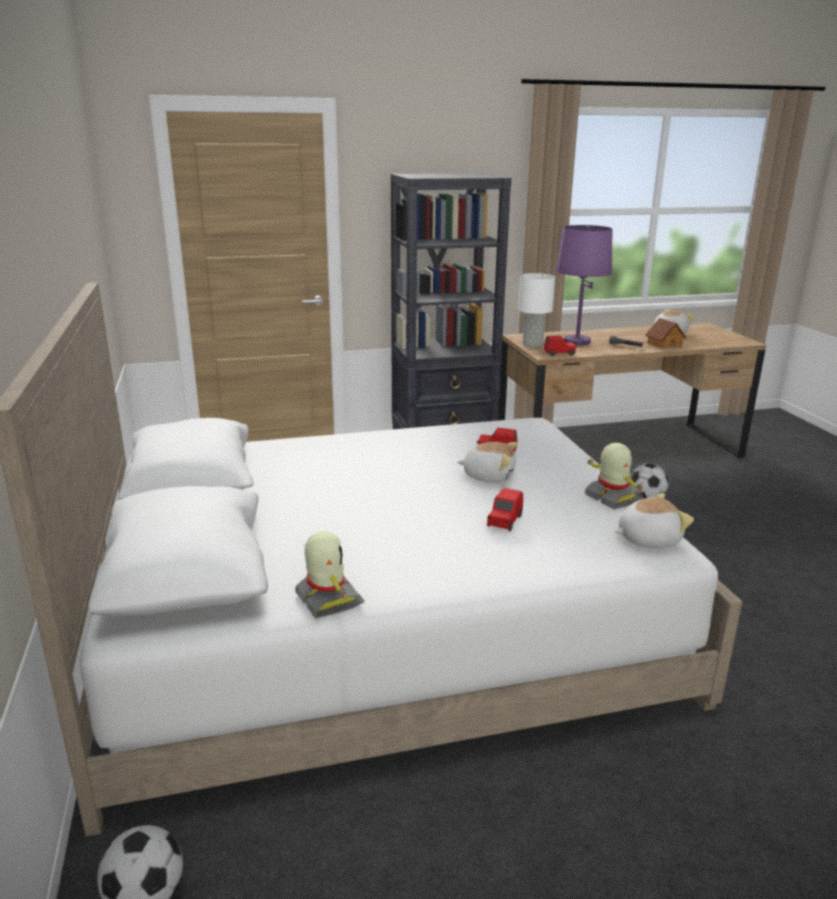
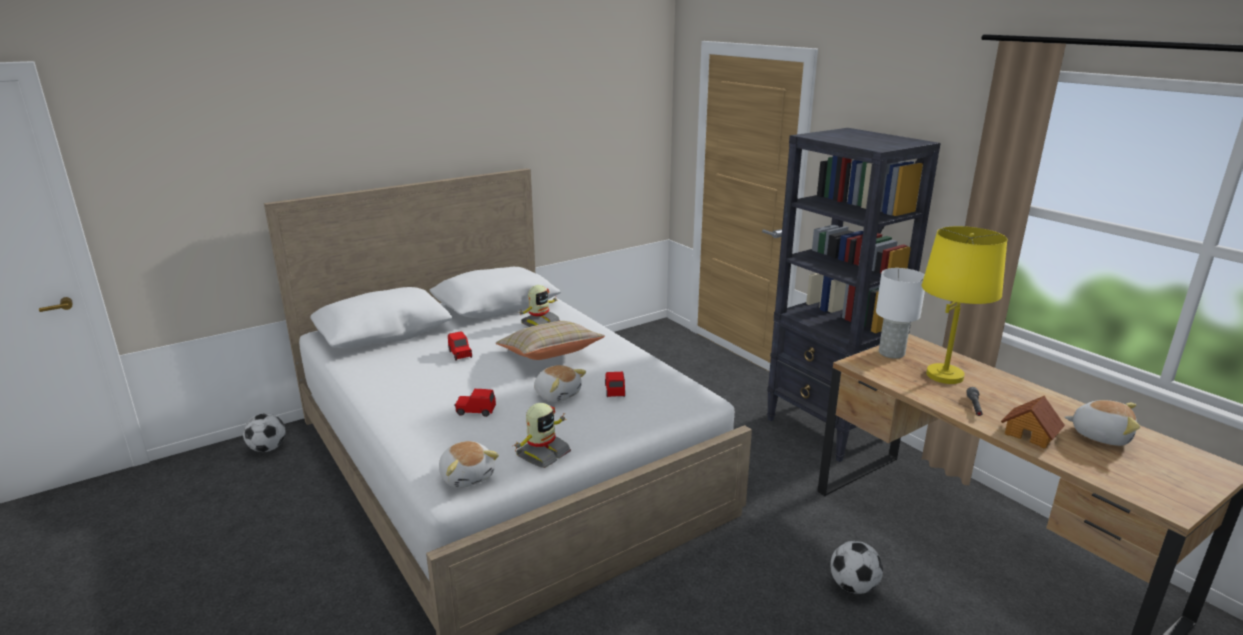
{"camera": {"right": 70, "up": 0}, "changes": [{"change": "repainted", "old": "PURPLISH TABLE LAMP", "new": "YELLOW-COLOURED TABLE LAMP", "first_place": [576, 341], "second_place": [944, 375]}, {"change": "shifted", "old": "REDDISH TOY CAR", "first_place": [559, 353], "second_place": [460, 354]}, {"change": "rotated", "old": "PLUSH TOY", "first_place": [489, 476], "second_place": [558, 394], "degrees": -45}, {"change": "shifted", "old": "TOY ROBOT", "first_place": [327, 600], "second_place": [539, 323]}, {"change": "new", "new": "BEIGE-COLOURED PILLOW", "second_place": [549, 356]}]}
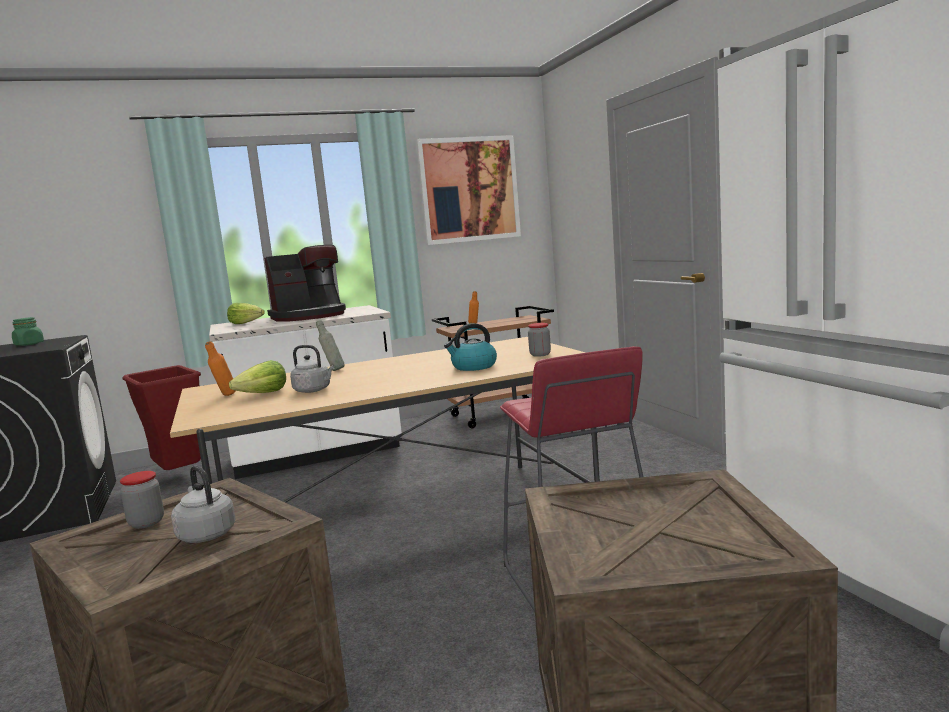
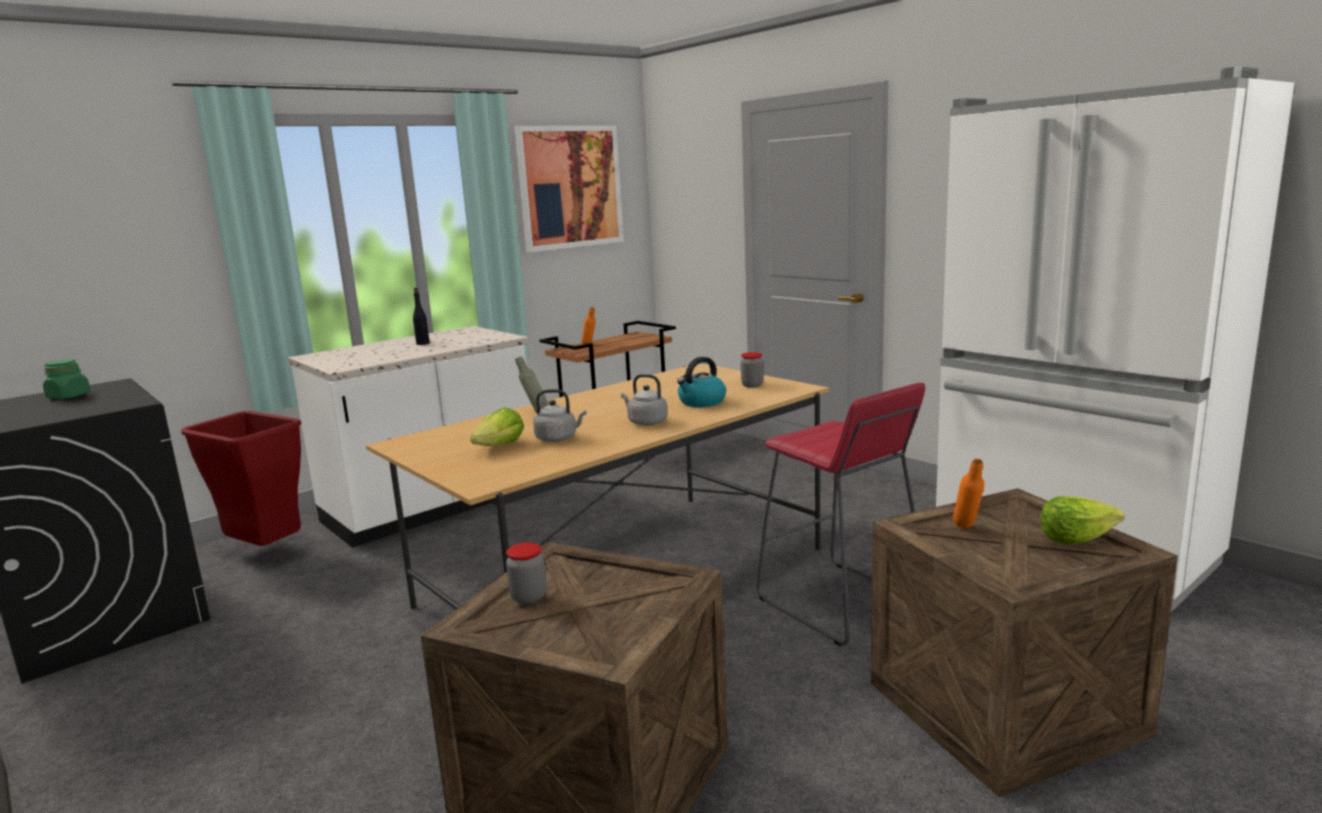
{"camera": {"right": -20, "up": 5}, "changes": [{"change": "swapped", "old": "COFFEE MAKER", "new": "BLACK BOTTLE", "first_place": [309, 316], "second_place": [423, 343]}, {"change": "shifted", "old": "HEAD OF LETTUCE", "first_place": [246, 323], "second_place": [1076, 538]}, {"change": "shifted", "old": "ORANGEY BOTTLE", "first_place": [225, 396], "second_place": [967, 530]}, {"change": "shifted", "old": "GRAY KETTLE", "first_place": [205, 534], "second_place": [645, 422]}]}
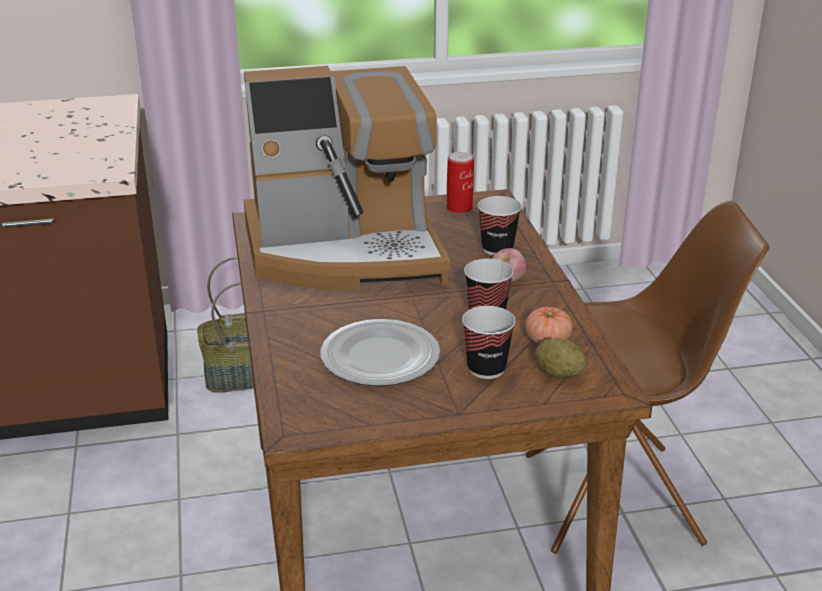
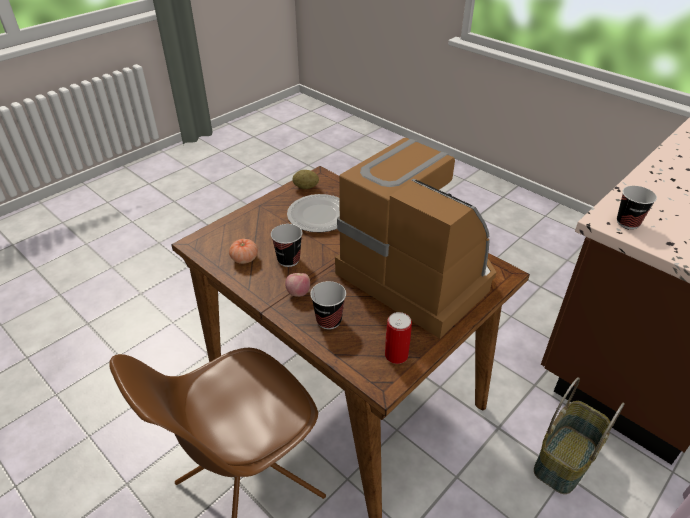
{"camera": {"right": 145, "up": 10}, "changes": [{"change": "rotated", "old": "COFFEE MAKER", "first_place": [346, 251], "second_place": [418, 272], "degrees": 90}, {"change": "shifted", "old": "SMALL CUP", "first_place": [486, 368], "second_place": [628, 222]}, {"change": "shifted", "old": "SPUD", "first_place": [559, 374], "second_place": [306, 187]}]}
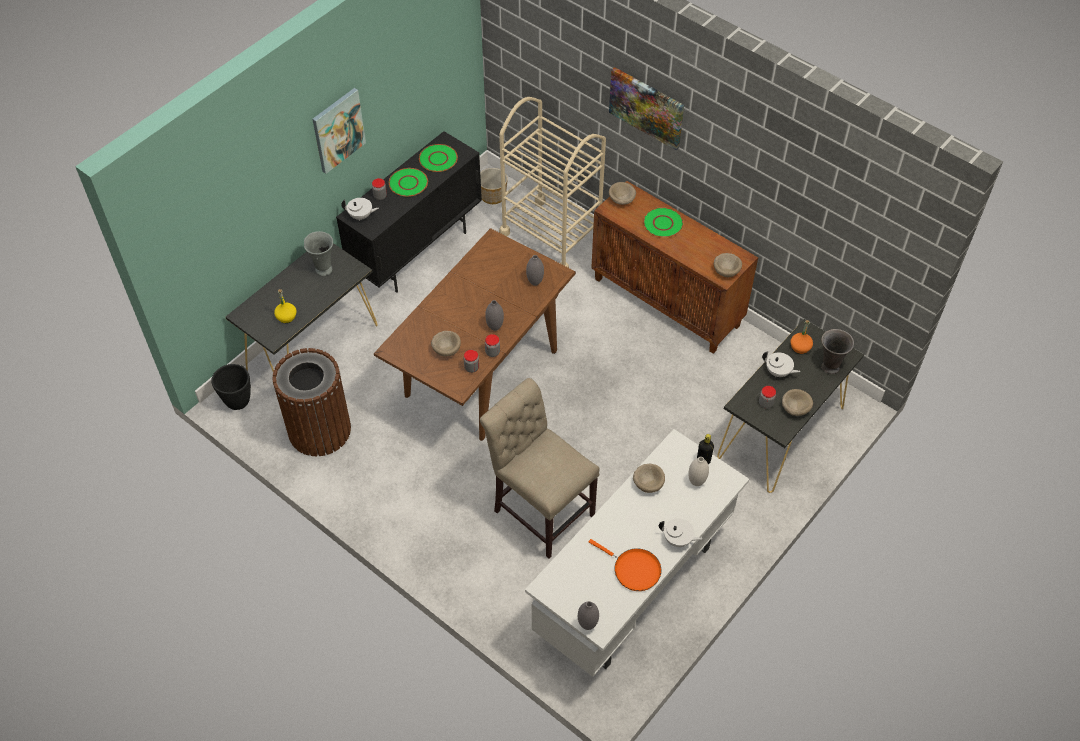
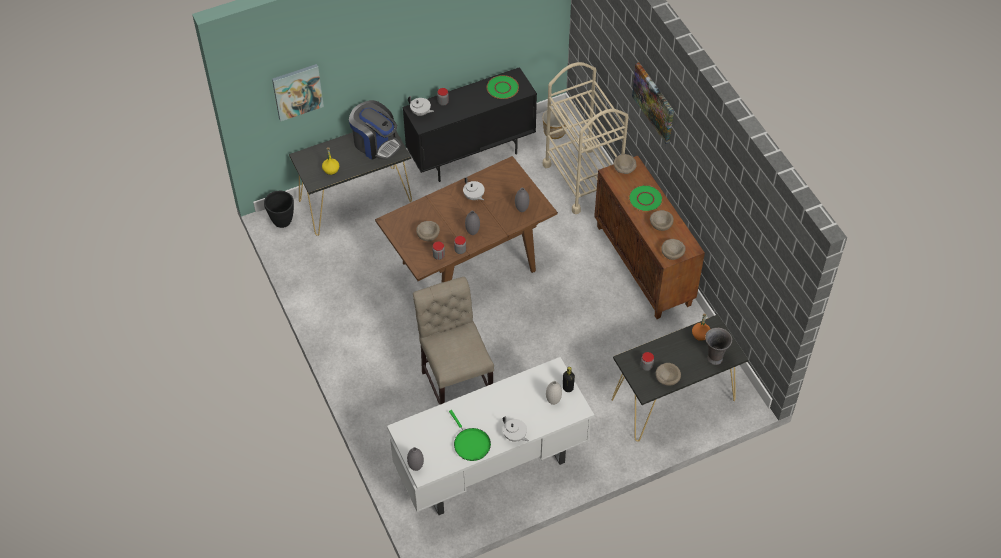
{"camera": {"right": 25, "up": 0}, "changes": [{"change": "shifted", "old": "PICTURE", "first_place": [338, 130], "second_place": [297, 91]}, {"change": "gone", "old": "GREENISH DINNER PLATE", "first_place": [408, 183]}, {"change": "swapped", "old": "GRAY FLOWER VASE", "new": "COFFEE MAKER", "first_place": [323, 269], "second_place": [376, 143]}, {"change": "gone", "old": "BROWNISH RUBBISH BIN", "first_place": [319, 430]}, {"change": "shifted", "old": "WHITE-COLOURED POT FOR TEA", "first_place": [778, 372], "second_place": [474, 197]}, {"change": "shifted", "old": "BEIGE-COLOURED DEEP DISH", "first_place": [648, 483], "second_place": [661, 225]}, {"change": "repainted", "old": "ORANGEY FRYING PAN", "new": "GREENISH FRYING PAN", "first_place": [633, 569], "second_place": [470, 443]}]}
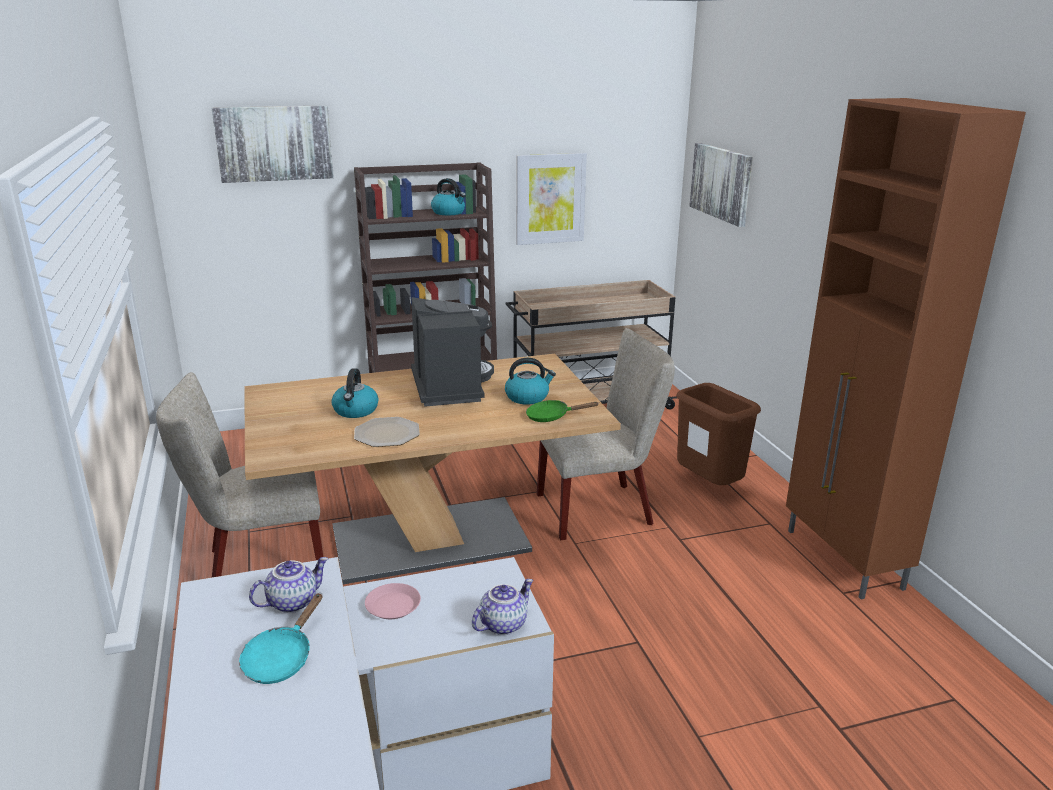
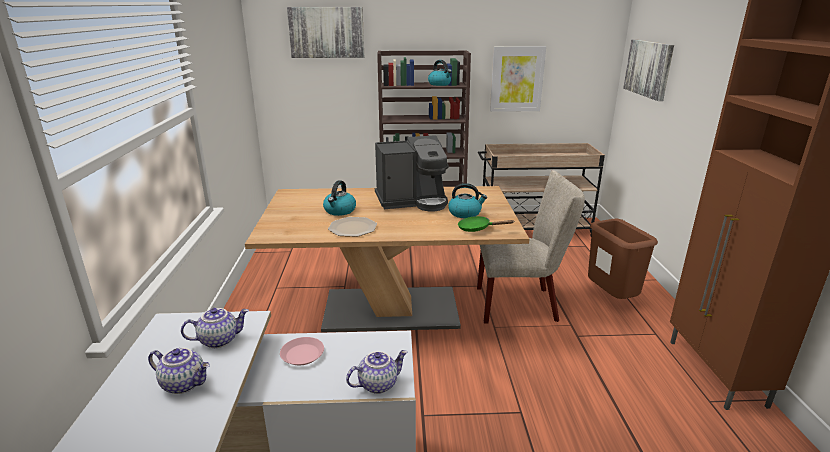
{"camera": {"right": 15, "up": 0}, "changes": [{"change": "rotated", "old": "COFFEE MAKER", "first_place": [450, 386], "second_place": [412, 201], "degrees": 75}, {"change": "gone", "old": "BEIGE-COLOURED CHAIR", "first_place": [258, 567]}, {"change": "swapped", "old": "TURQUOISE FRYING PAN", "new": "POT FOR TEA", "first_place": [281, 658], "second_place": [185, 383]}]}
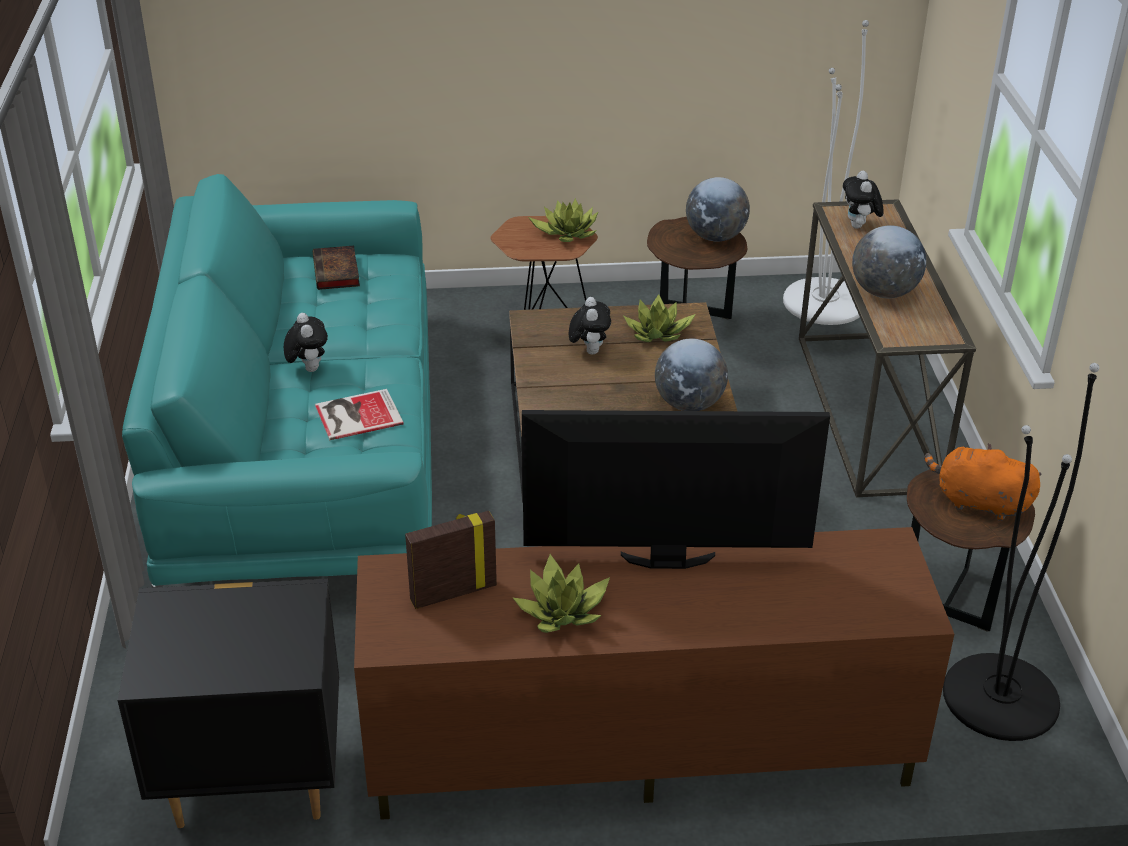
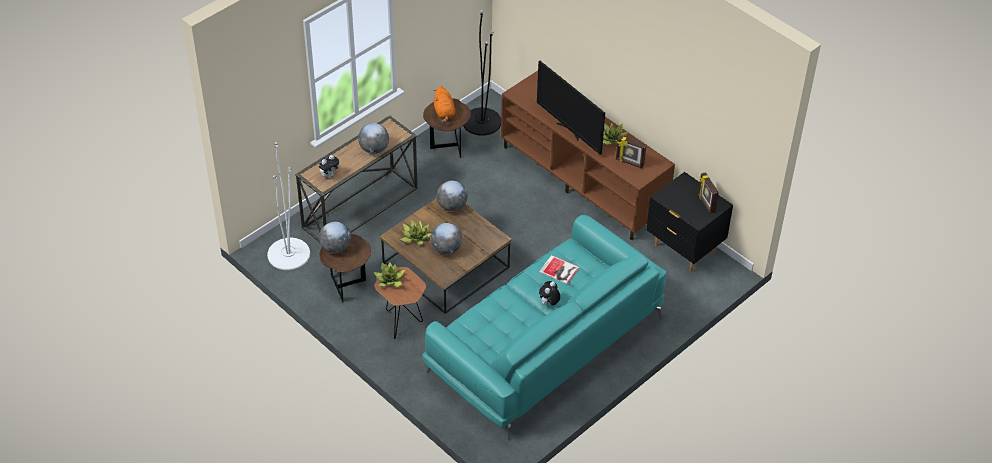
{"camera": {"right": -130, "up": 10}, "changes": [{"change": "gone", "old": "VOLUME", "first_place": [337, 272]}, {"change": "swapped", "old": "PLUSH TOY", "new": "DESK GLOBE", "first_place": [589, 350], "second_place": [446, 249]}, {"change": "new", "new": "PICTURE FRAME", "second_place": [705, 204]}]}
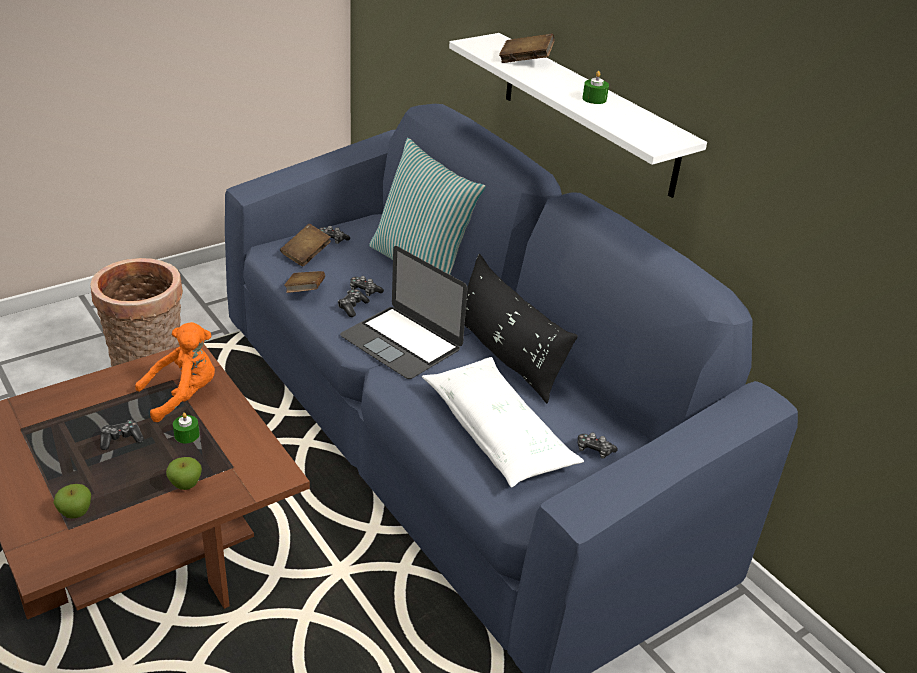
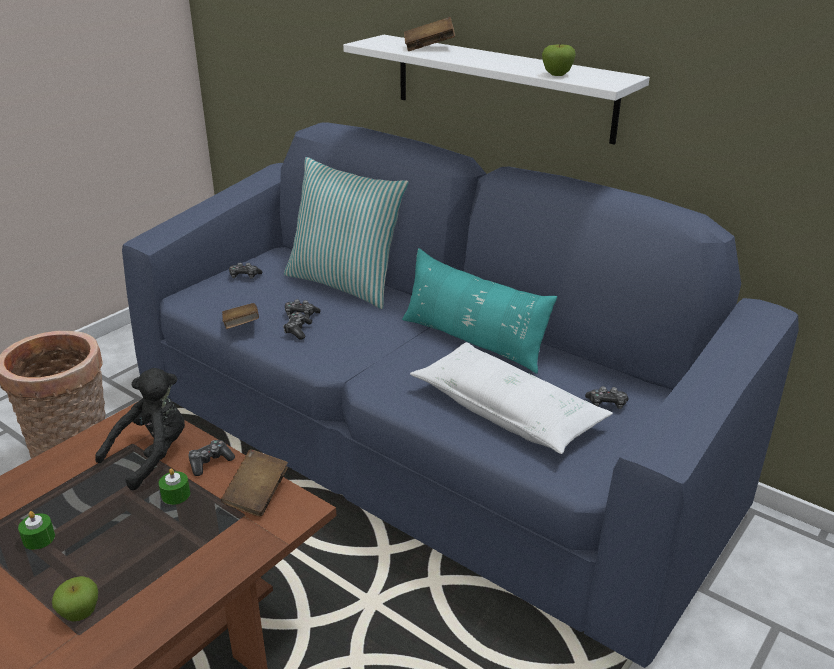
{"camera": {"right": -15, "up": -5}, "changes": [{"change": "shifted", "old": "GREENISH CANDLE", "first_place": [594, 99], "second_place": [39, 538]}, {"change": "shifted", "old": "BROWNISH VOLUME", "first_place": [306, 255], "second_place": [257, 495]}, {"change": "gone", "old": "PORTABLE COMPUTER", "first_place": [401, 342]}, {"change": "repainted", "old": "BLACK PILLOW", "new": "TURQUOISE PILLOW", "first_place": [506, 355], "second_place": [472, 341]}, {"change": "repainted", "old": "ORANGEY PLUSH TOY", "new": "BLACK PLUSH TOY", "first_place": [183, 395], "second_place": [152, 456]}, {"change": "shifted", "old": "JOYPAD", "first_place": [121, 439], "second_place": [210, 462]}, {"change": "shifted", "old": "WHOLE APPLE", "first_place": [185, 485], "second_place": [557, 74]}]}
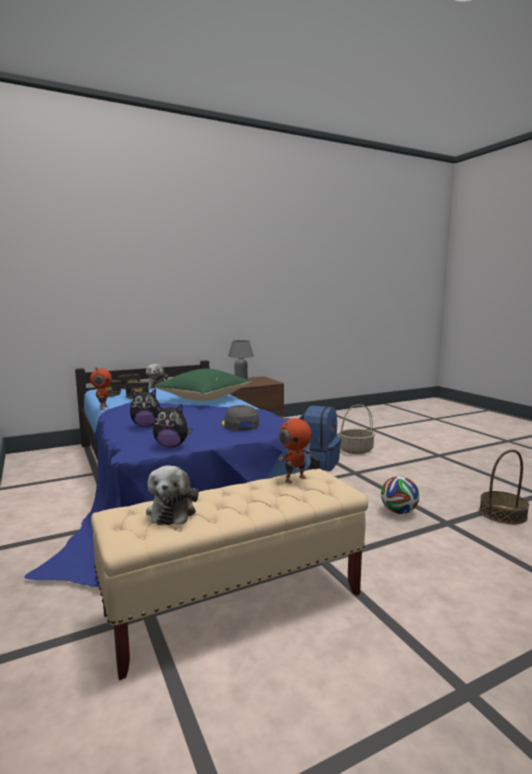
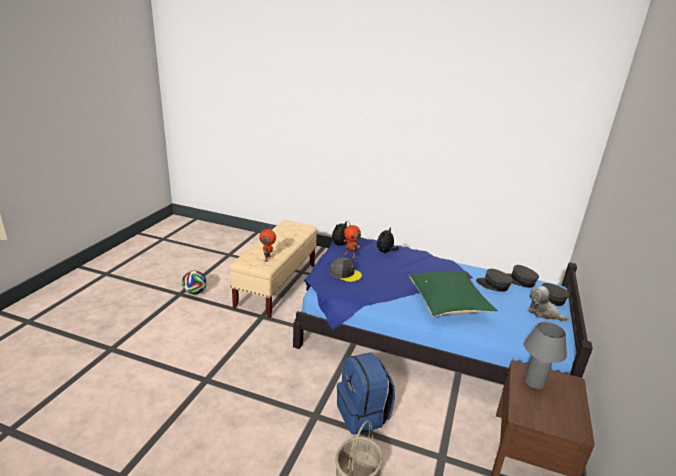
{"camera": {"right": 135, "up": 15}, "changes": [{"change": "shifted", "old": "TOY ROBOT", "first_place": [103, 407], "second_place": [350, 255]}, {"change": "gone", "old": "BASKET", "first_place": [502, 514]}, {"change": "gone", "old": "PLUSH TOY", "first_place": [172, 511]}, {"change": "shifted", "old": "FOOTBALL", "first_place": [398, 512], "second_place": [195, 292]}]}
